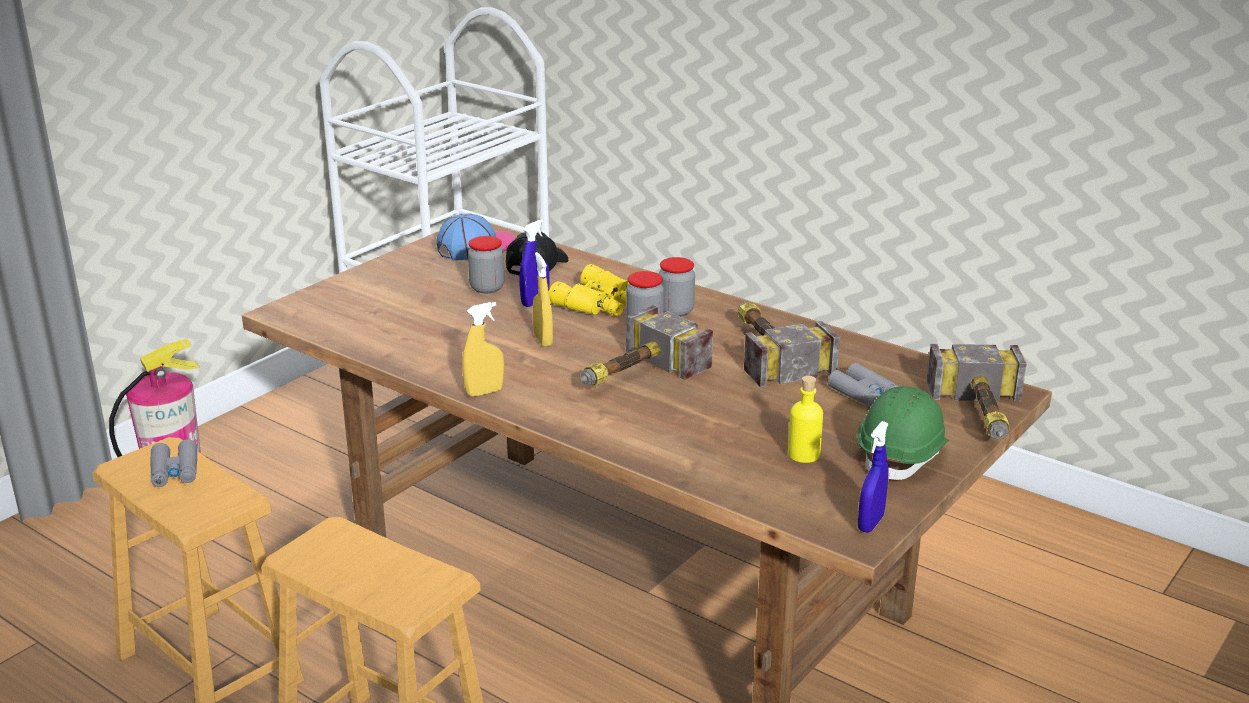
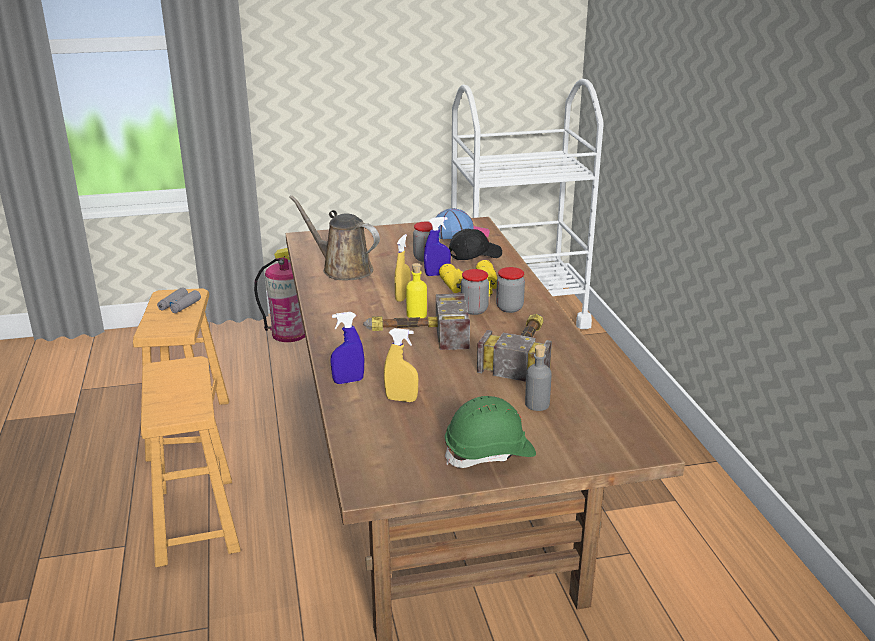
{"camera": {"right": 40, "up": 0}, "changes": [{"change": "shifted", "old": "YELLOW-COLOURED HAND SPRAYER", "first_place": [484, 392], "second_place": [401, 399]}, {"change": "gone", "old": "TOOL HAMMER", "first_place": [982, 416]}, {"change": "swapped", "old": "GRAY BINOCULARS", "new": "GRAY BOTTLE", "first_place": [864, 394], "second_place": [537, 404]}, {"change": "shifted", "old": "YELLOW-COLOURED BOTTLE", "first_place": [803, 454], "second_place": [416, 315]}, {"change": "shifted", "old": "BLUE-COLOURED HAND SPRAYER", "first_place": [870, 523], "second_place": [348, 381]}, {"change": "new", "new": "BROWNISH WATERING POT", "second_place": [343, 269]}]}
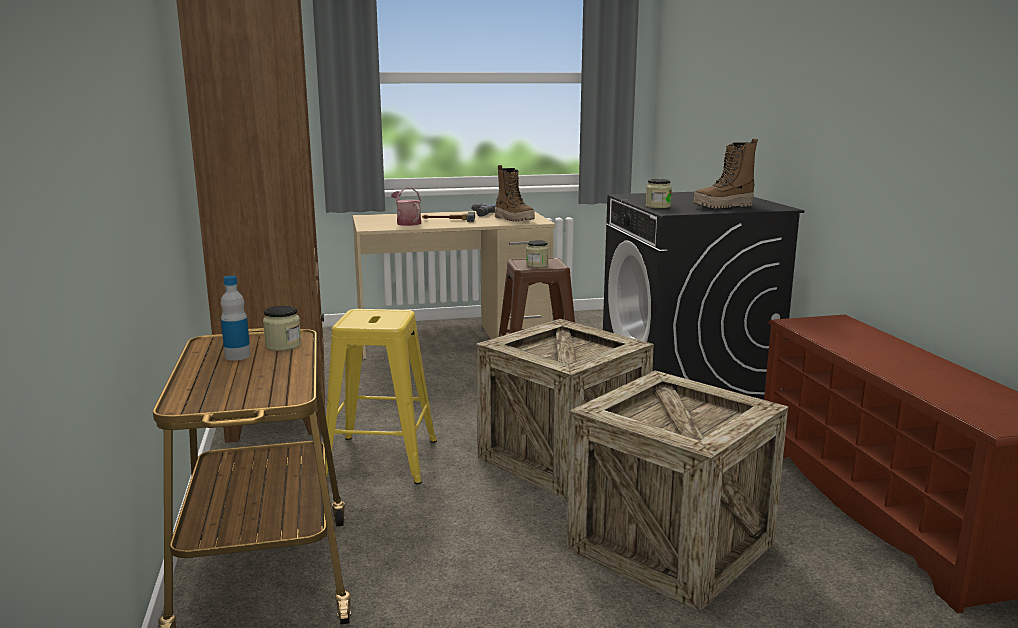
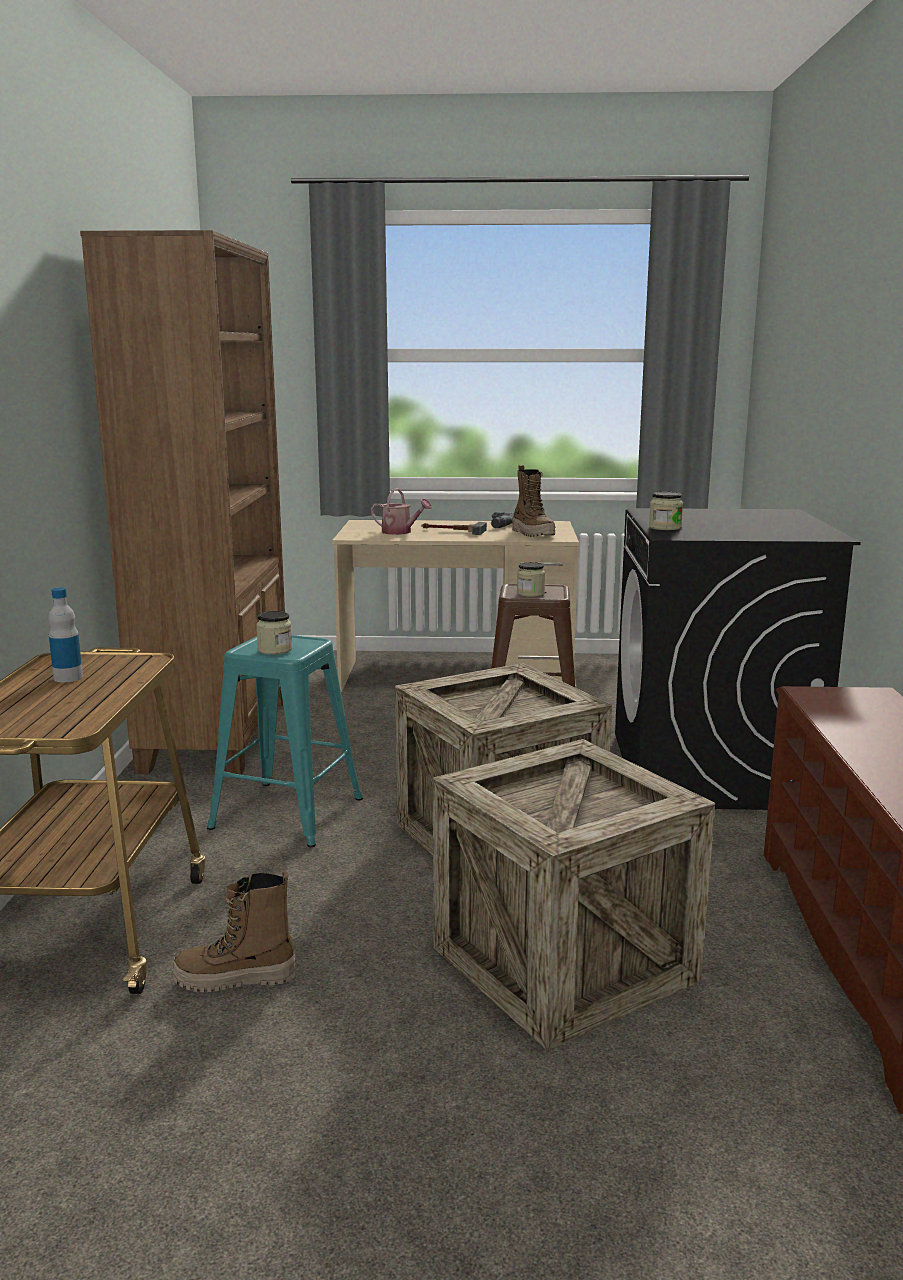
{"camera": {"right": 15, "up": 0}, "changes": [{"change": "shifted", "old": "BOOT", "first_place": [723, 207], "second_place": [235, 980]}, {"change": "rotated", "old": "WATERING POT", "first_place": [407, 223], "second_place": [400, 532], "degrees": 135}, {"change": "shifted", "old": "PRESERVE JAR", "first_place": [283, 345], "second_place": [275, 650]}, {"change": "repainted", "old": "YELLOW-COLOURED STOOL SEAT", "new": "TURQUOISE STOOL SEAT", "first_place": [382, 460], "second_place": [288, 813]}]}
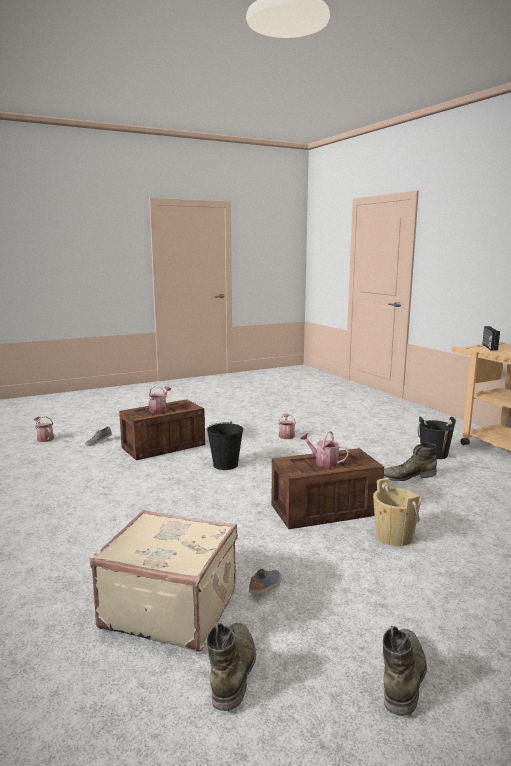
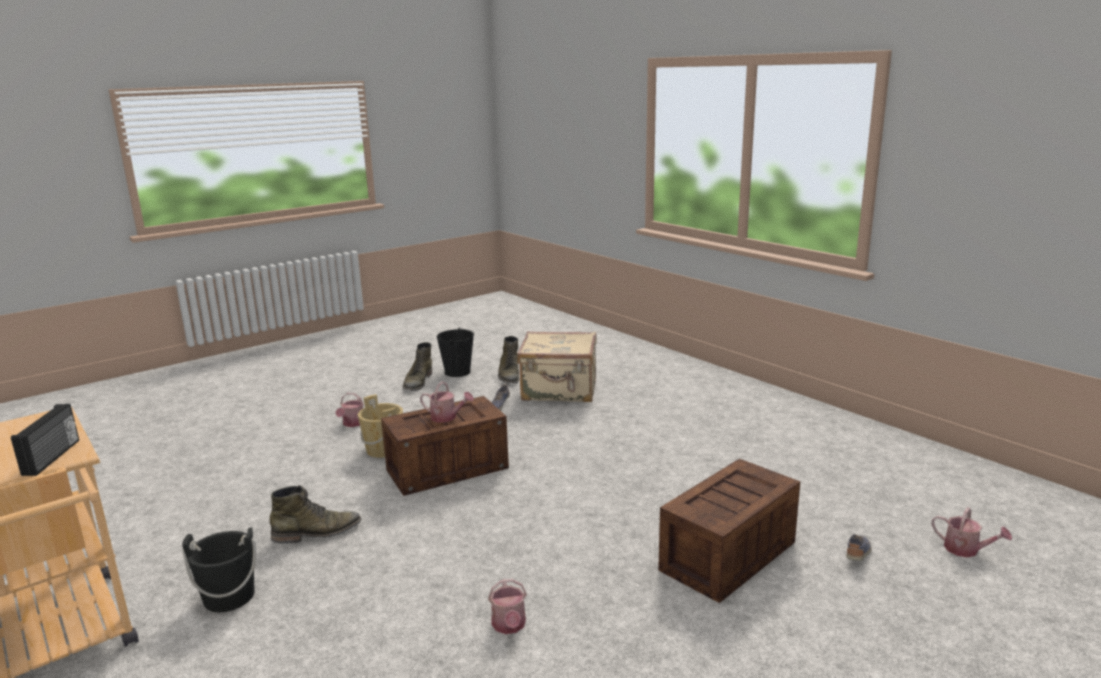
{"camera": {"right": 170, "up": 5}, "changes": [{"change": "shifted", "old": "WATERING POT", "first_place": [159, 409], "second_place": [352, 424]}, {"change": "shifted", "old": "BLACK BUCKET", "first_place": [225, 465], "second_place": [457, 372]}]}
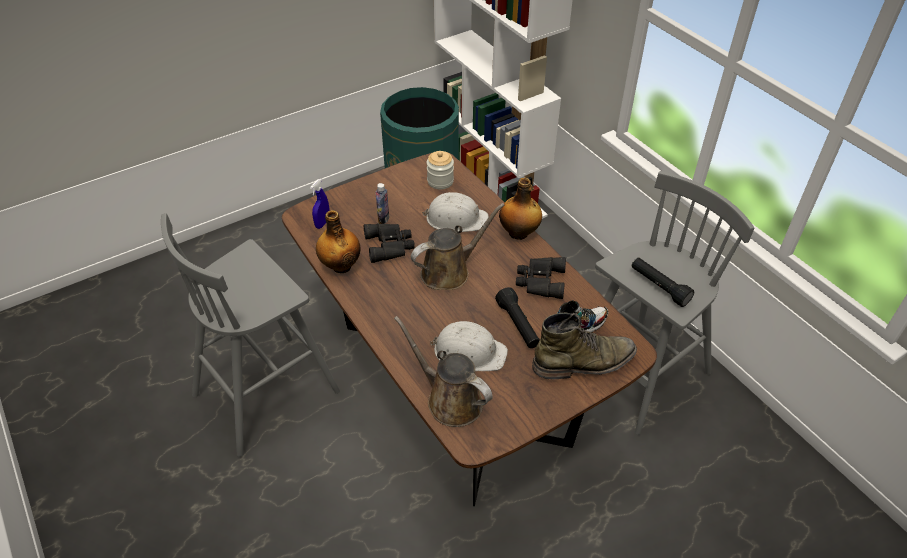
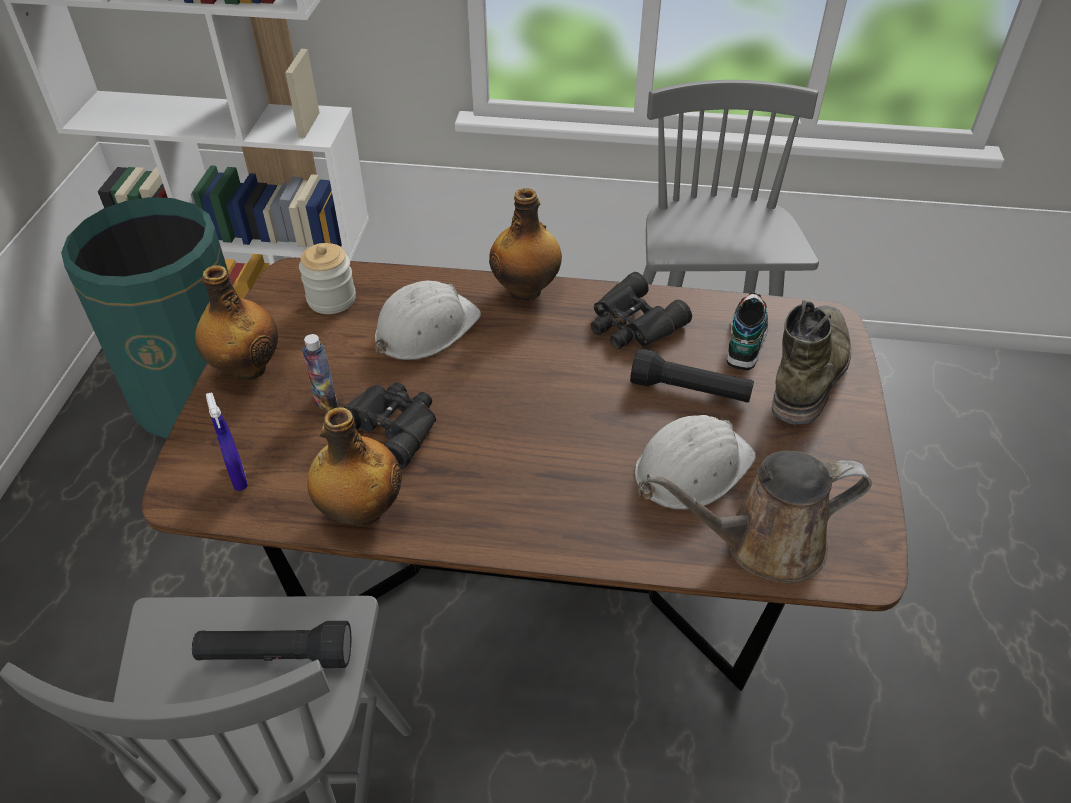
{"camera": {"right": -50, "up": 0}, "changes": [{"change": "gone", "old": "BROWNISH WATERING POT", "first_place": [449, 271]}, {"change": "shifted", "old": "BLACK HAND TORCH", "first_place": [659, 287], "second_place": [276, 656]}, {"change": "new", "new": "BOTTLE", "second_place": [247, 368]}]}
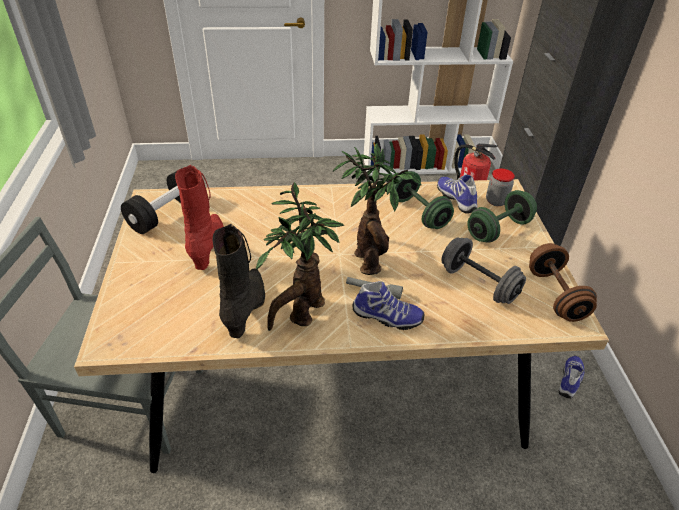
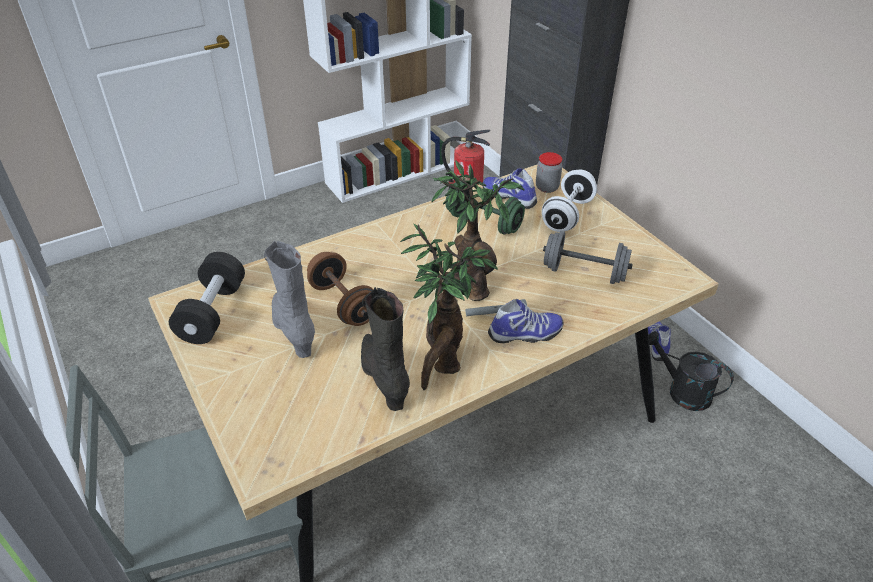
{"camera": {"right": -25, "up": 0}, "changes": [{"change": "repainted", "old": "REDDISH BOOT", "new": "GRAY BOOT", "first_place": [209, 247], "second_place": [294, 331]}, {"change": "repainted", "old": "GREENISH HAND WEIGHT", "new": "WHITE-COLOURED HAND WEIGHT", "first_place": [498, 229], "second_place": [567, 215]}, {"change": "shifted", "old": "BROWNISH HAND WEIGHT", "first_place": [555, 295], "second_place": [343, 303]}, {"change": "new", "new": "BLACK WATERING POT", "second_place": [681, 391]}]}
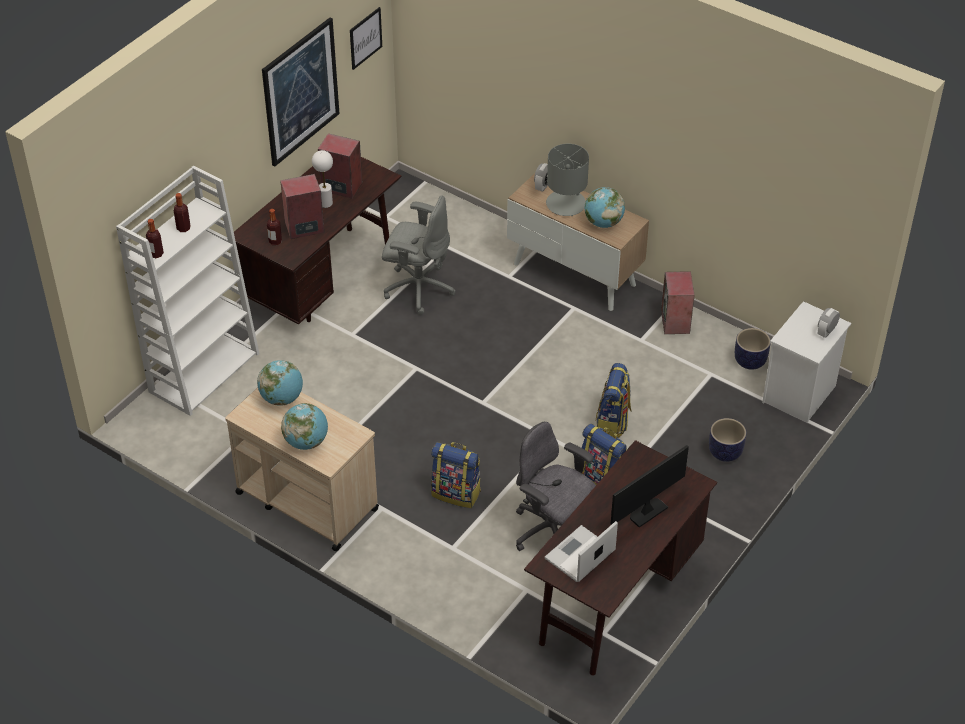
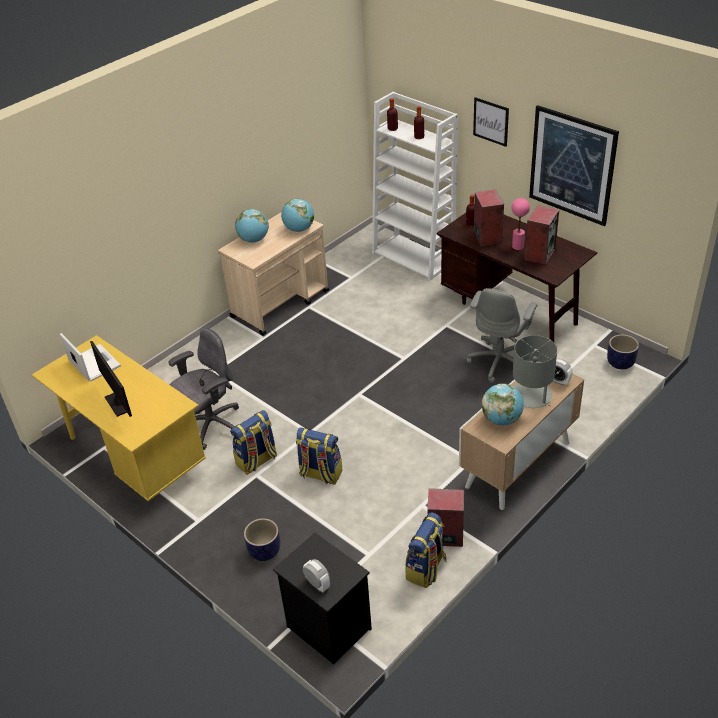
{"camera": {"right": 100, "up": -5}, "changes": [{"change": "shifted", "old": "PICTURE", "first_place": [365, 38], "second_place": [491, 121]}, {"change": "repainted", "old": "WHITE-COLOURED TABLE LAMP", "new": "PINKISH TABLE LAMP", "first_place": [326, 203], "second_place": [517, 247]}, {"change": "repainted", "old": "WHITE-COLOURED NIGHTSTAND", "new": "BLACK NIGHTSTAND", "first_place": [799, 395], "second_place": [326, 627]}, {"change": "shifted", "old": "PLANT POT", "first_place": [750, 361], "second_place": [621, 363]}, {"change": "repainted", "old": "BROWNISH DESK", "new": "YELLOW-COLOURED DESK", "first_place": [616, 598], "second_place": [133, 457]}, {"change": "shifted", "old": "KNAPSACK", "first_place": [456, 493], "second_place": [426, 569]}]}
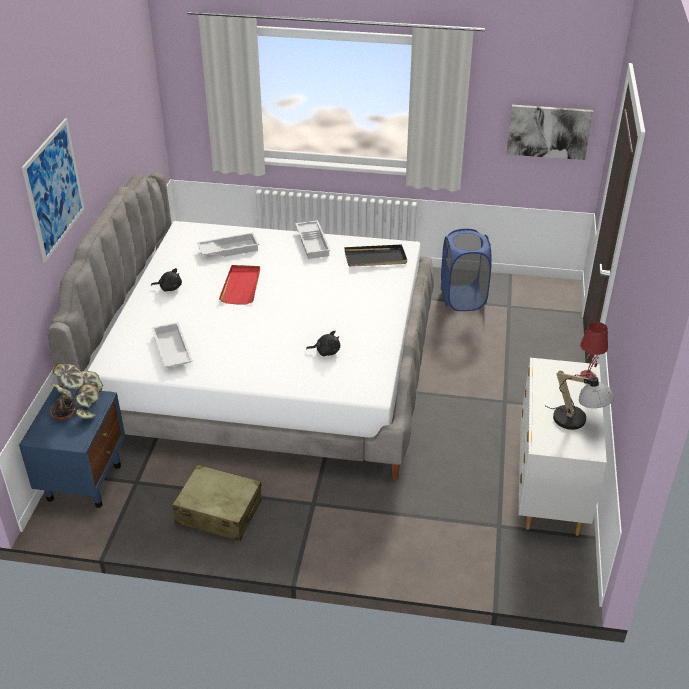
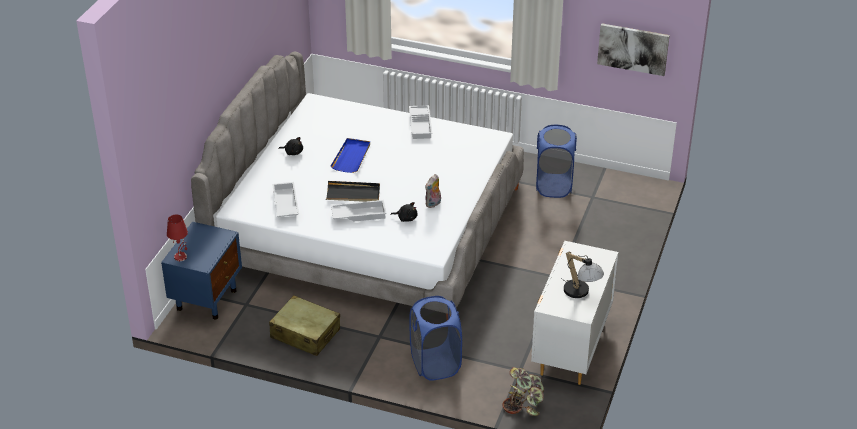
{"camera": {"right": 10, "up": 0}, "changes": [{"change": "gone", "old": "PICTURE", "first_place": [54, 189]}, {"change": "shifted", "old": "WHITE-COLOURED CARRYING TRAY", "first_place": [229, 249], "second_place": [359, 214]}, {"change": "shifted", "old": "BLACK CARRYING TRAY", "first_place": [375, 258], "second_place": [353, 194]}, {"change": "repainted", "old": "REDDISH CARRYING TRAY", "new": "BLUE-COLOURED CARRYING TRAY", "first_place": [241, 286], "second_place": [351, 157]}, {"change": "shifted", "old": "REDDISH TABLE LAMP", "first_place": [587, 376], "second_place": [180, 257]}, {"change": "shifted", "old": "HOUSEPLANT", "first_place": [79, 406], "second_place": [524, 402]}, {"change": "new", "new": "PLUSH TOY", "second_place": [433, 204]}, {"change": "new", "new": "BLUE-COLOURED WASHING BASKET", "second_place": [435, 364]}]}
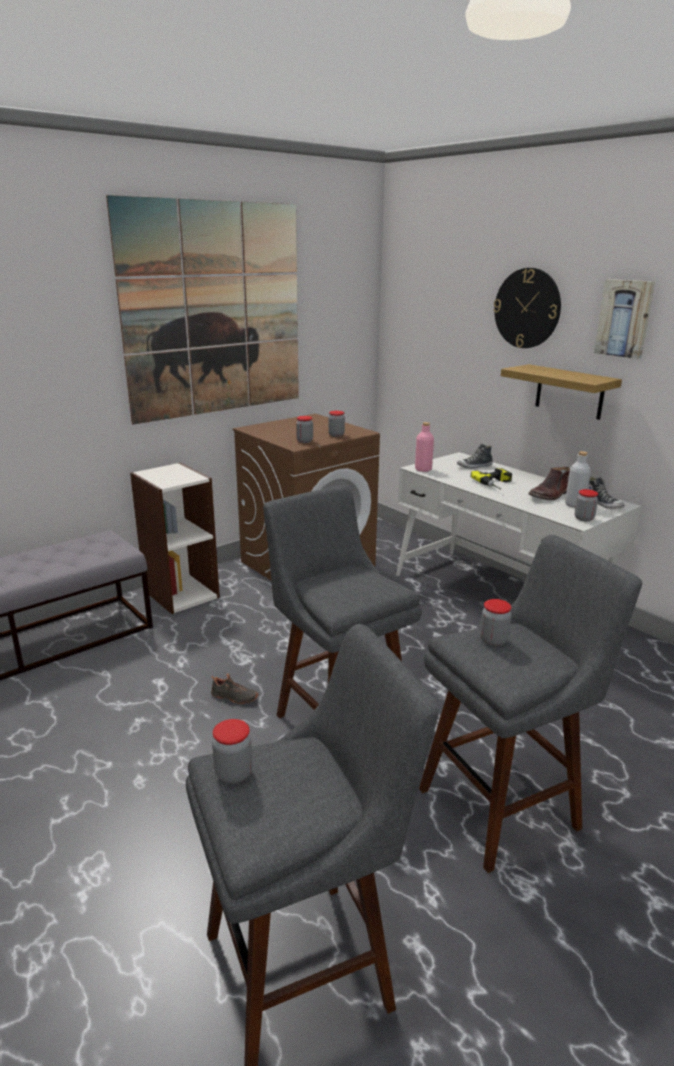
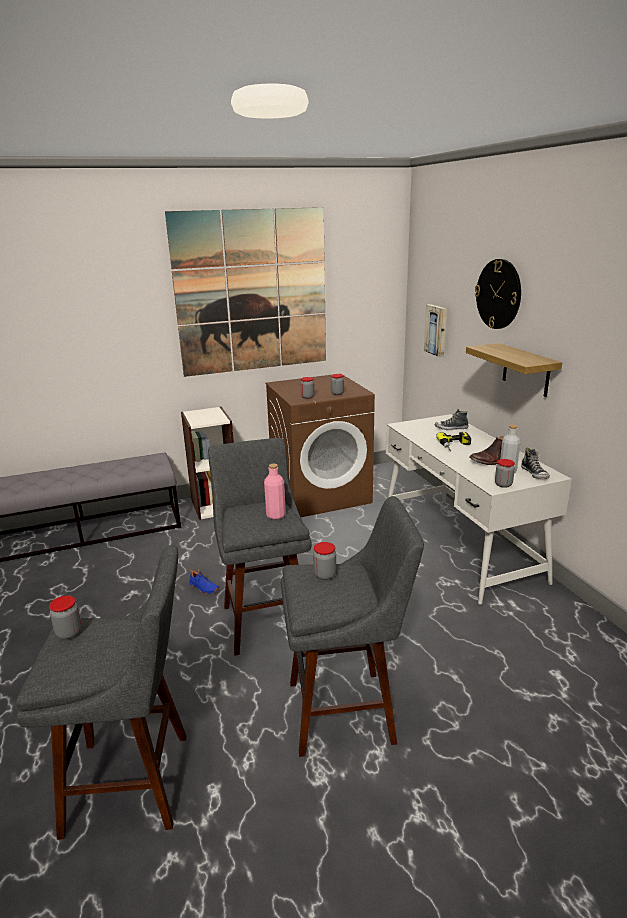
{"camera": {"right": 20, "up": 0}, "changes": [{"change": "shifted", "old": "PICTURE", "first_place": [625, 318], "second_place": [437, 330]}, {"change": "shifted", "old": "PINKISH BOTTLE", "first_place": [423, 469], "second_place": [275, 515]}, {"change": "repainted", "old": "BLACK SHOE", "new": "BLUE-COLOURED SHOE", "first_place": [234, 697], "second_place": [203, 588]}]}
